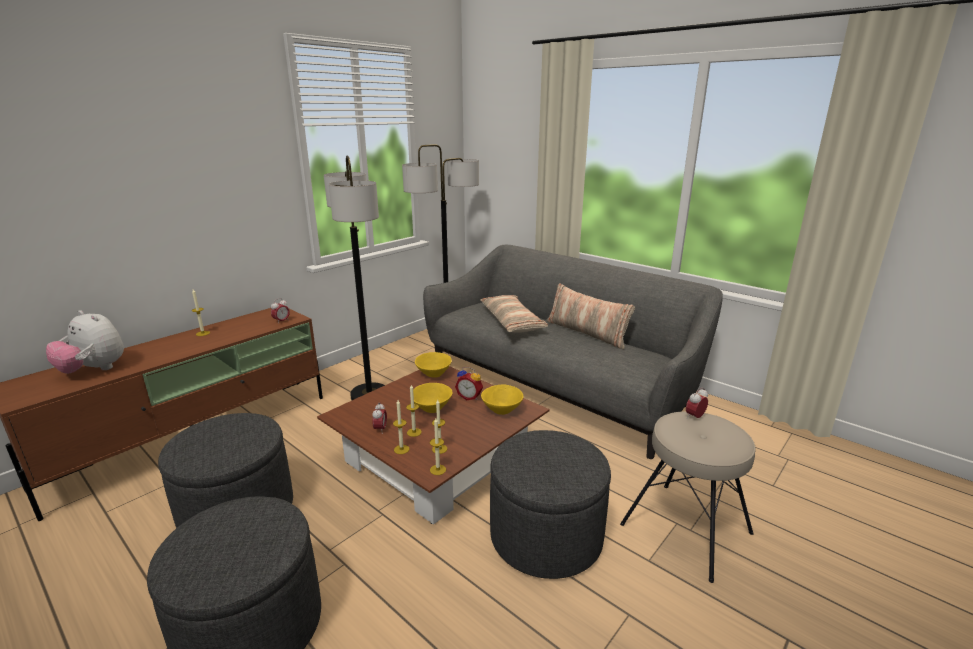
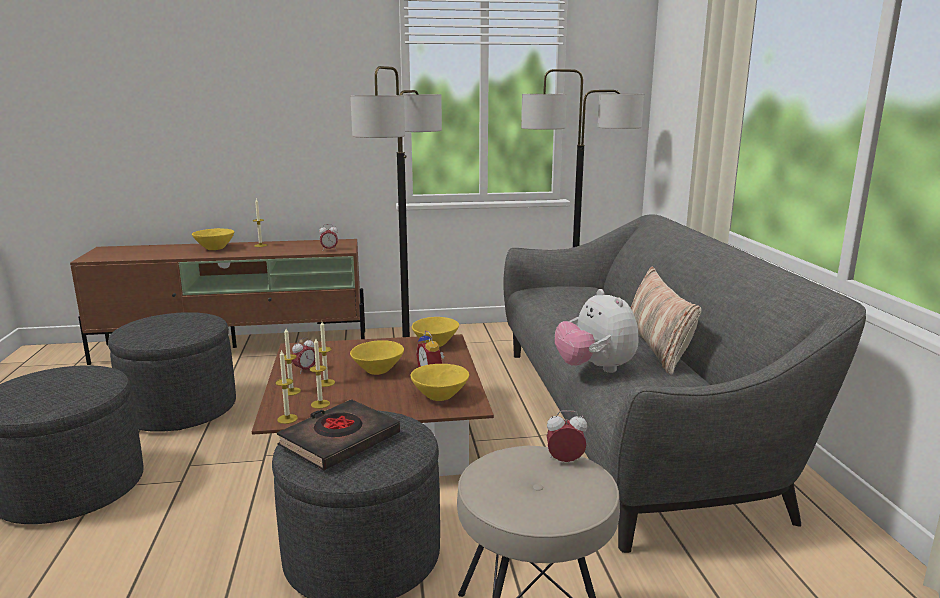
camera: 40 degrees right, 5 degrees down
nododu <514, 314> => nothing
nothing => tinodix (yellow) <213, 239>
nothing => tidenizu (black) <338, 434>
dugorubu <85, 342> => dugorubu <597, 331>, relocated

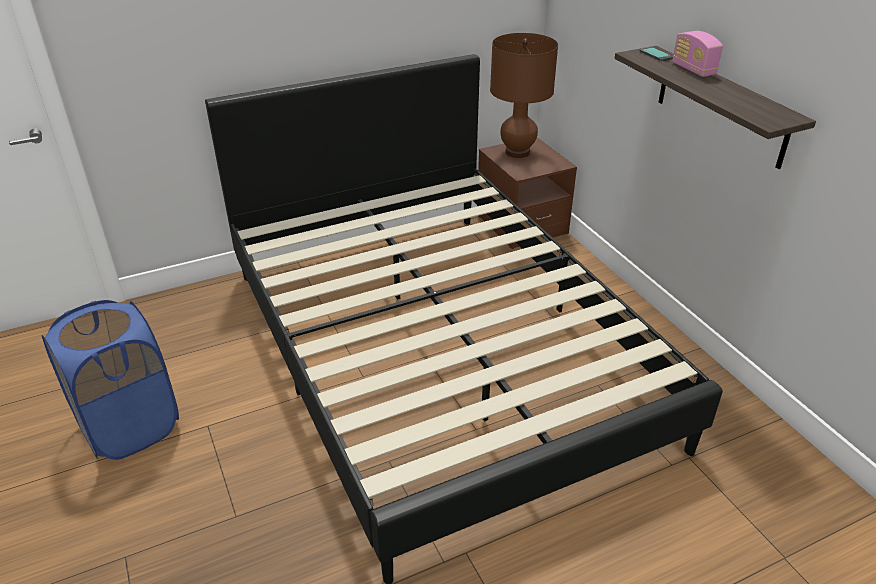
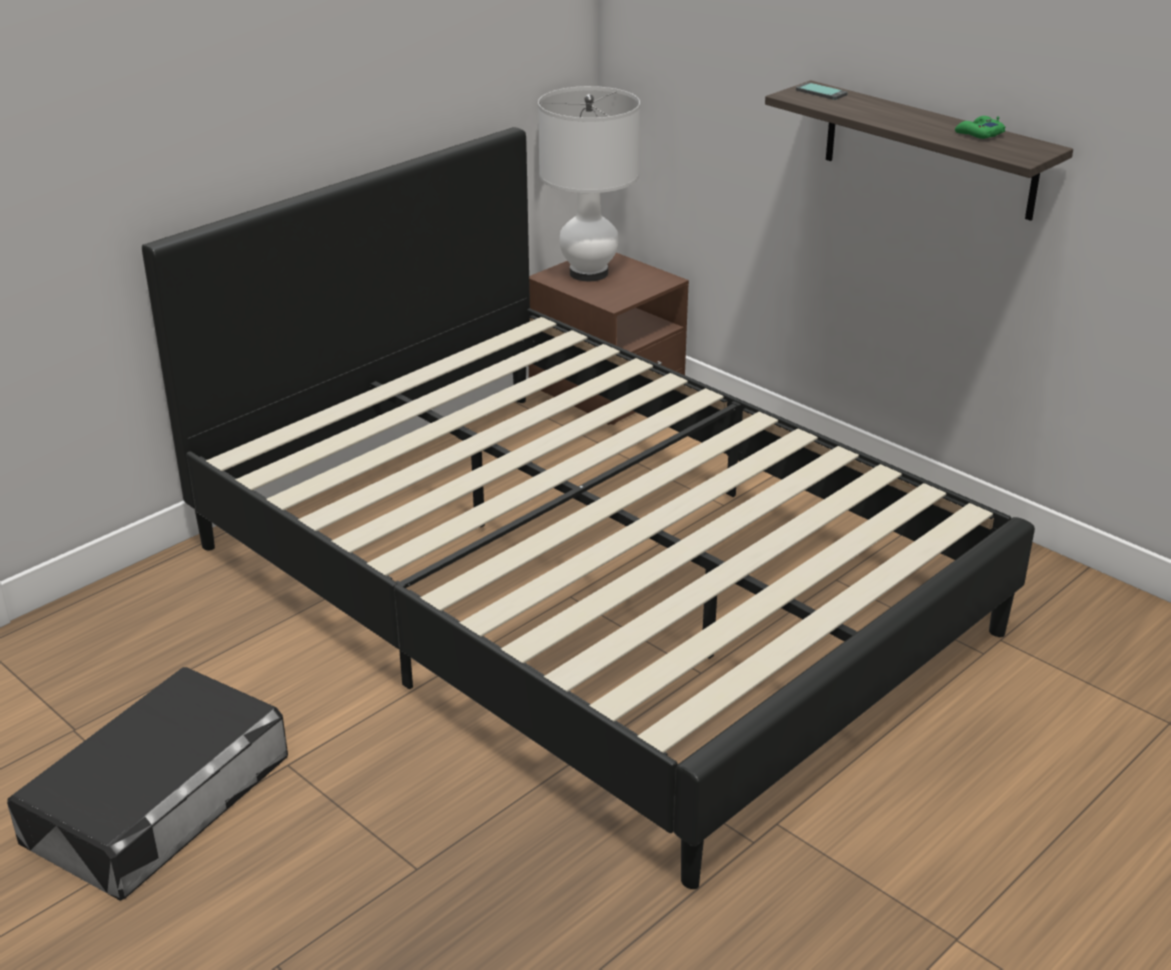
camera: 20 degrees left, 5 degrees down
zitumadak <697, 54> => nothing
nothing => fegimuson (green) <980, 127>
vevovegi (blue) <110, 380> => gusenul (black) <147, 784>
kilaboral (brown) <524, 95> => kilaboral (white) <589, 184>

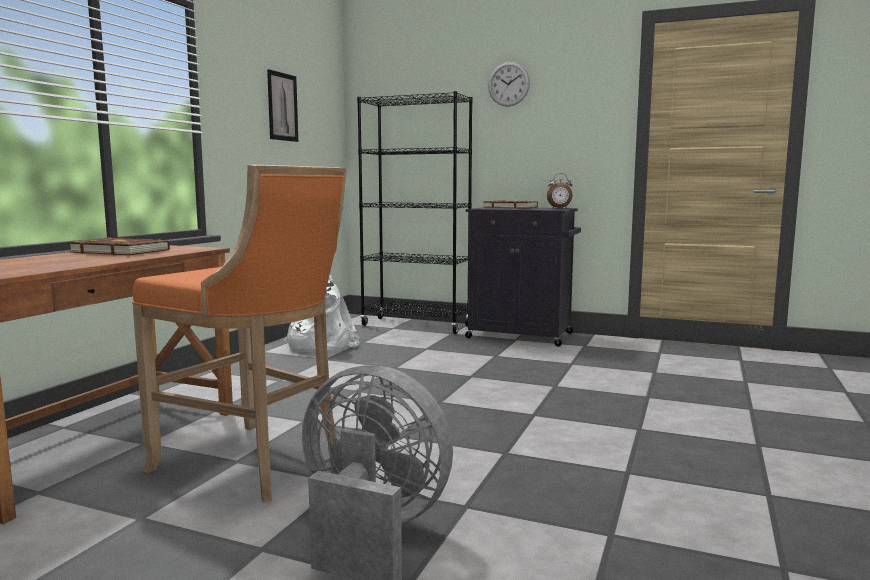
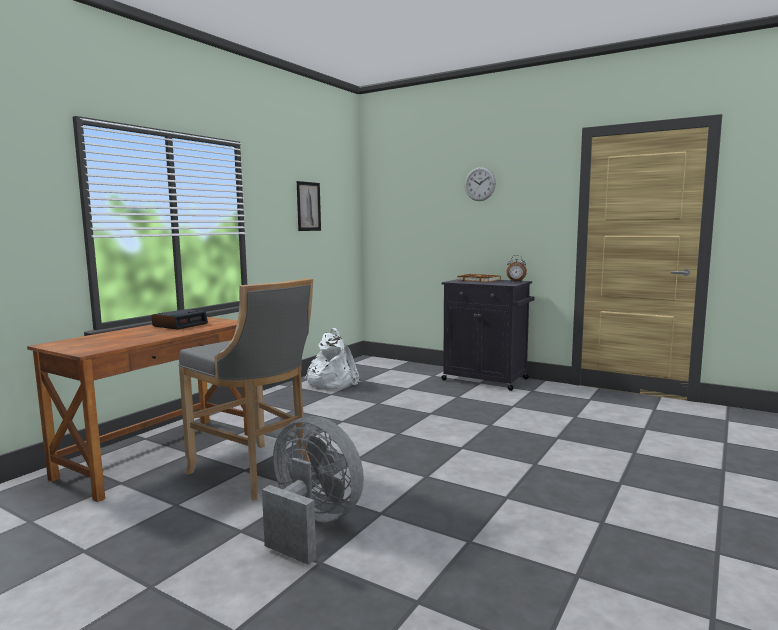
camera: 10 degrees right, 0 degrees up
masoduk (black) <415, 212> => nothing
tidenizu (brown) <119, 246> => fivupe <180, 319>
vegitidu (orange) <239, 334> => vegitidu (grey) <246, 389>

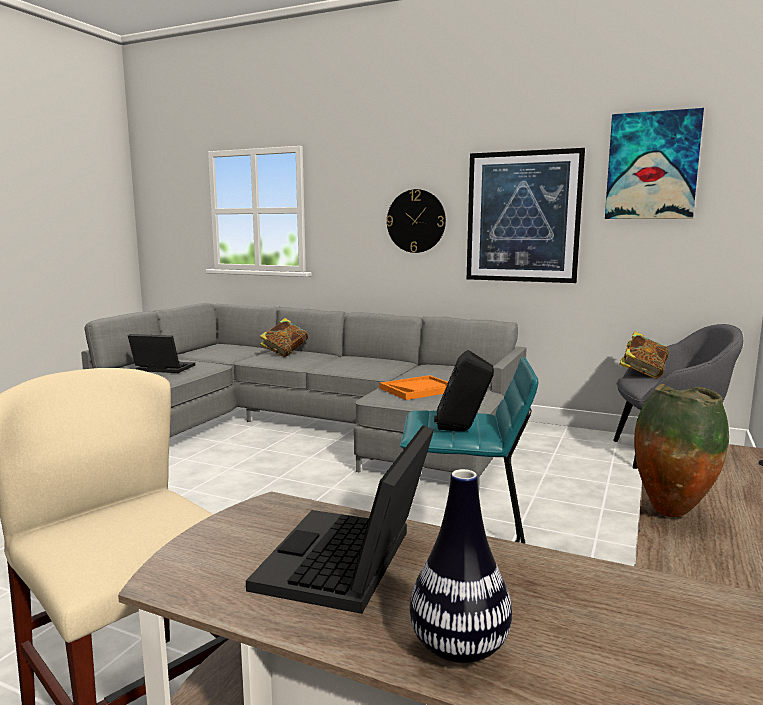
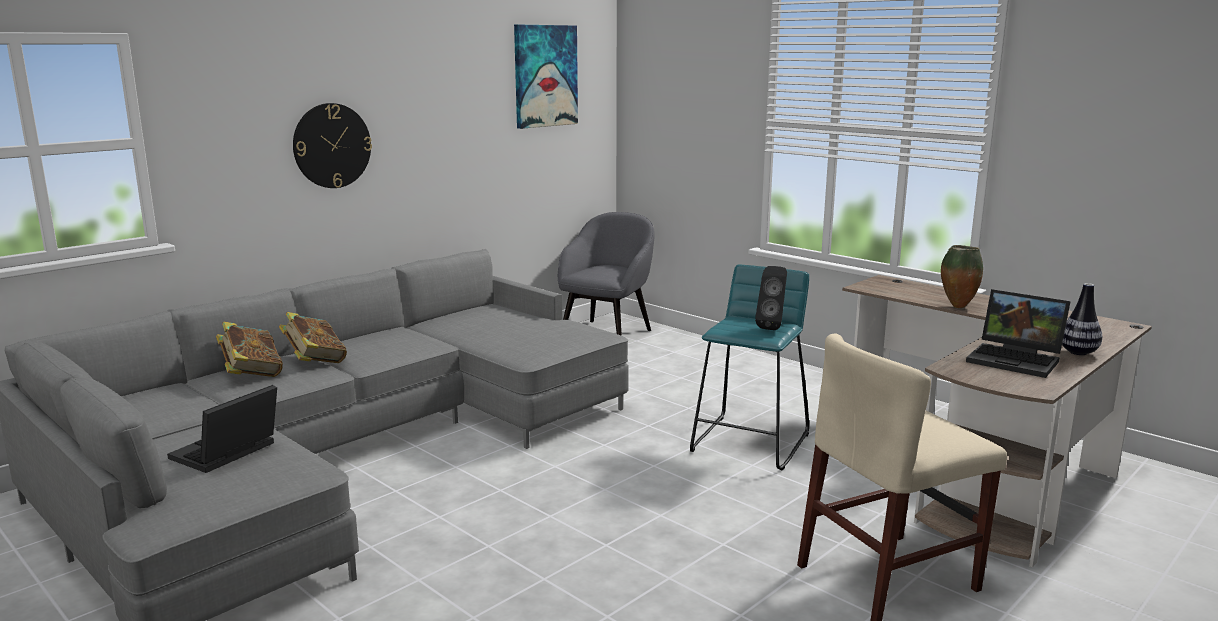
camera: 70 degrees left, 5 degrees up
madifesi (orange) <414, 387> => nothing
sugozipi <526, 215> => nothing
tidenizu <644, 355> => tidenizu <313, 337>, relocated

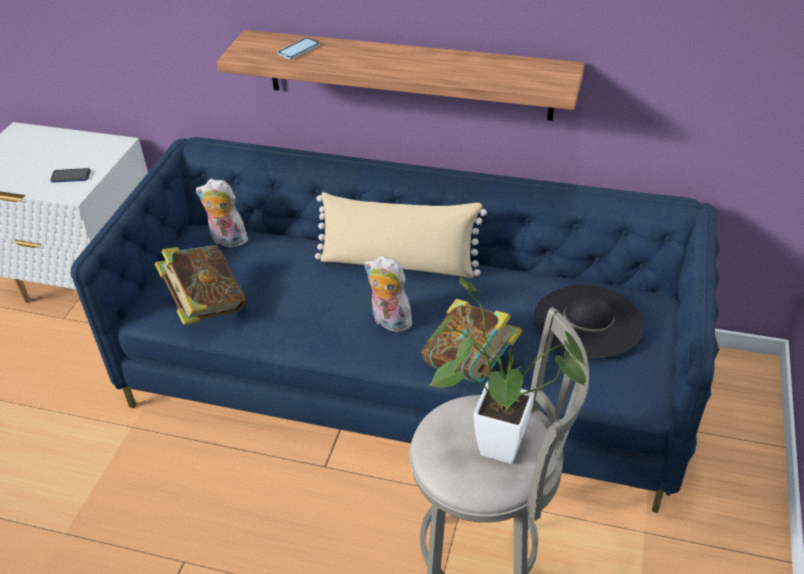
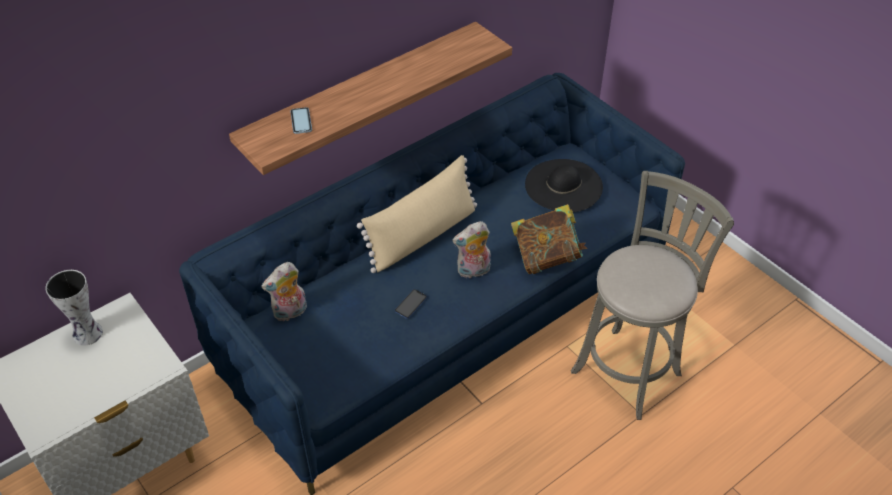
camera: 55 degrees left, 5 degrees up
tidenizu <200, 285> => nothing
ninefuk <506, 370> => nothing
nothing => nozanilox <74, 308>
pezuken <71, 175> => pezuken <411, 304>, relocated

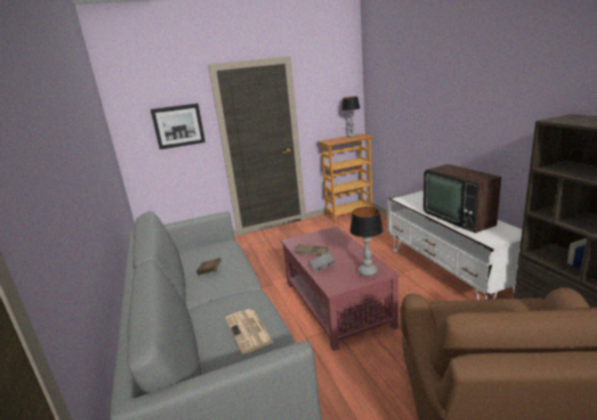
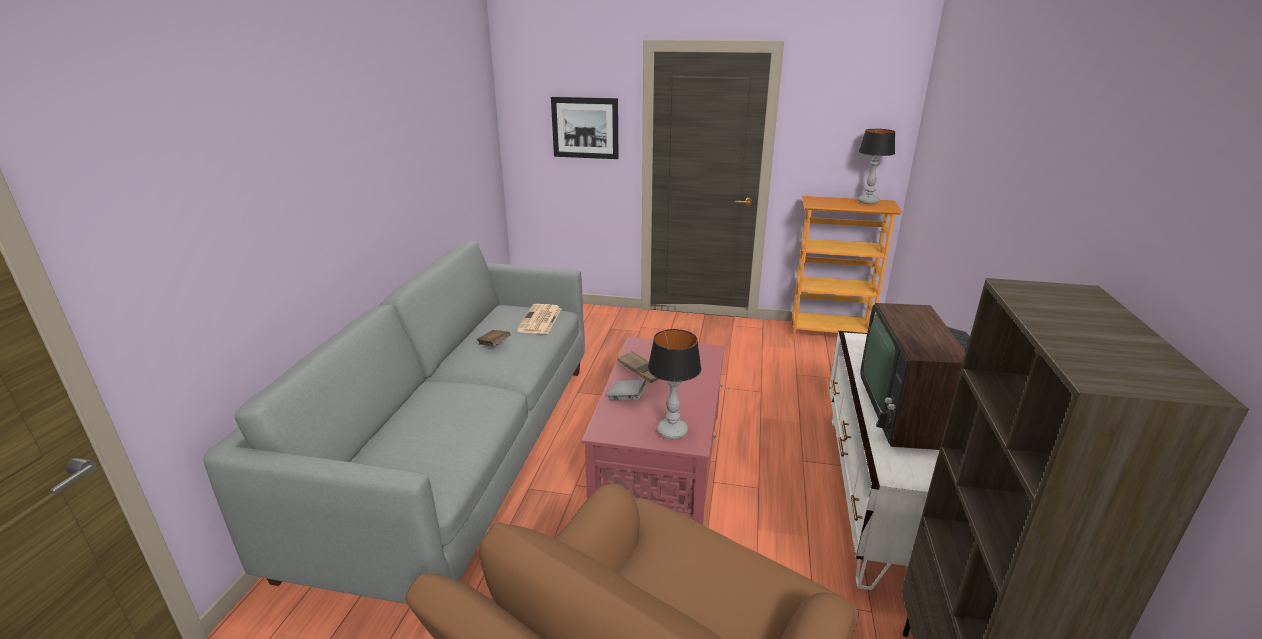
camera: 30 degrees right, 5 degrees up
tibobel <249, 331> => tibobel <539, 319>, relocated

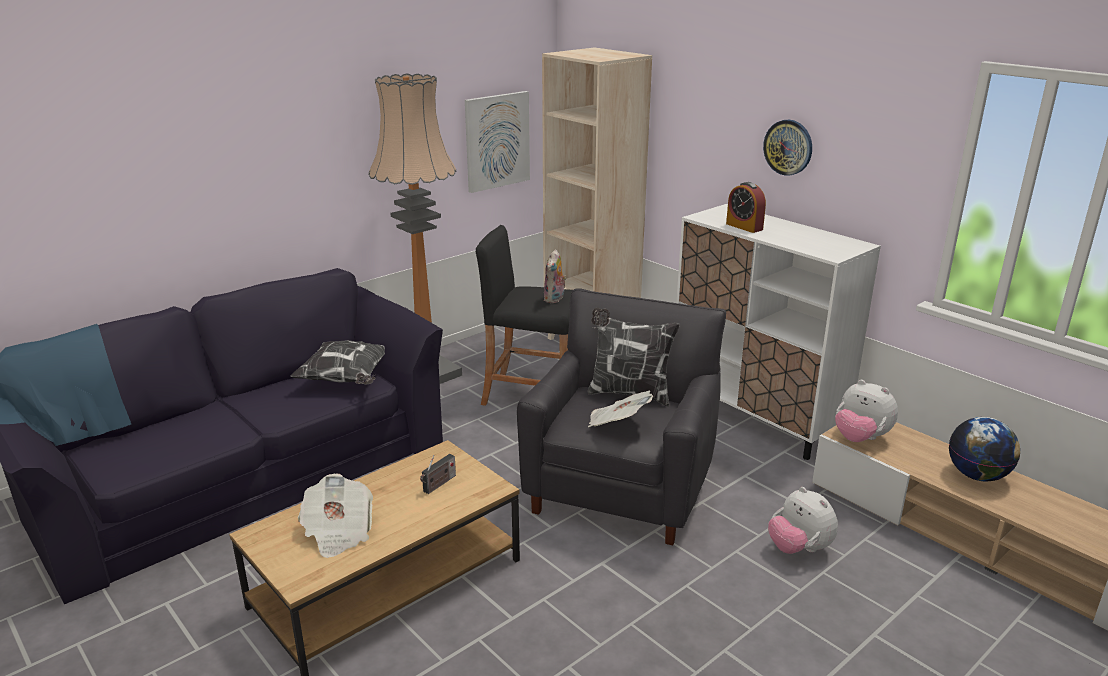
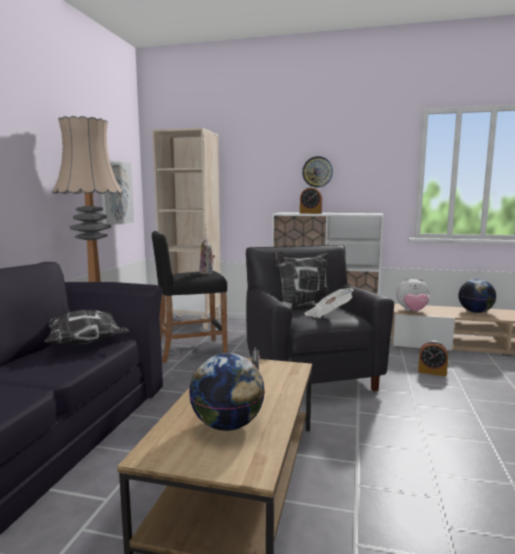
camera: 35 degrees left, 15 degrees down
tibobel <335, 516> => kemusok <226, 392>
dugorubu <803, 520> => fivupe <433, 358>

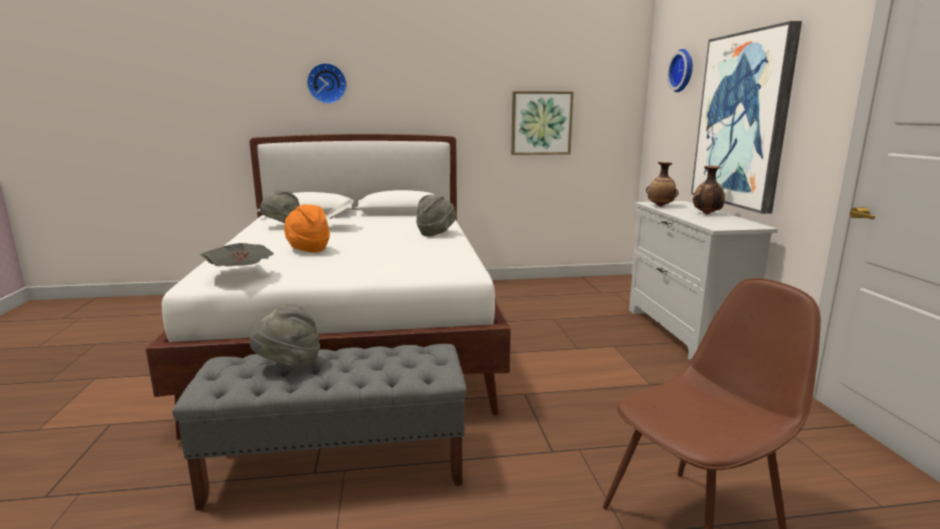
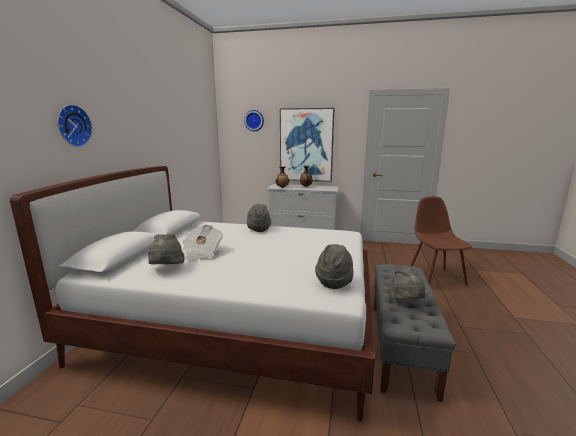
camera: 70 degrees left, 0 degrees up
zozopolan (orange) <307, 228> => nothing
sugozipi <542, 123> => nothing
tibobel <237, 254> => zozopolan (grey) <334, 266>

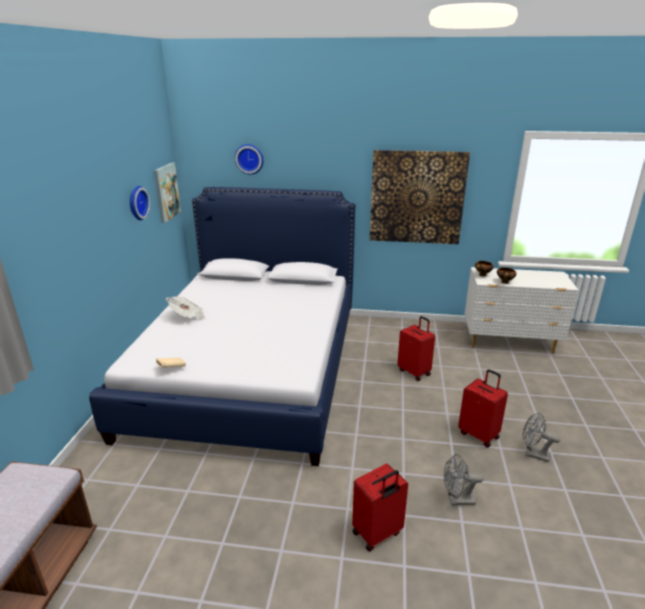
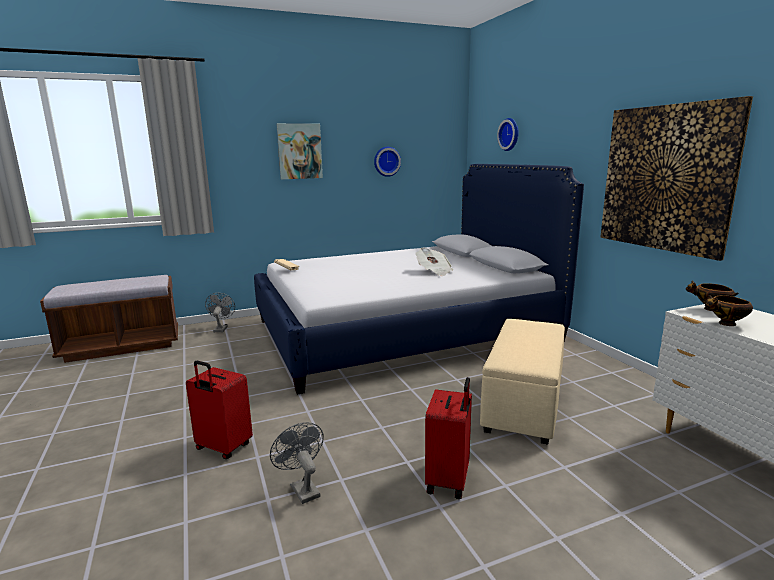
camera: 60 degrees right, 10 degrees down
sugozipi <167, 193> => sugozipi <299, 151>, relocated
tibobel <185, 307> => tibobel <434, 262>, relocated
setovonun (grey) <541, 437> => setovonun (grey) <220, 312>, relocated
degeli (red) <416, 348> => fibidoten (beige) <522, 382>

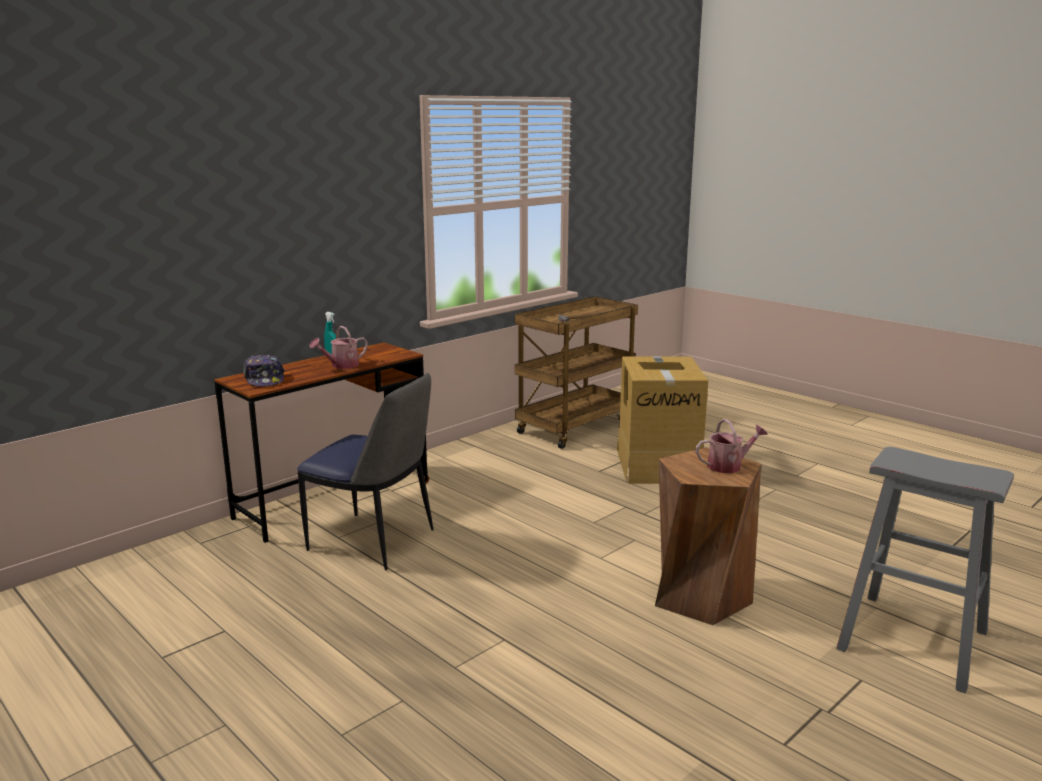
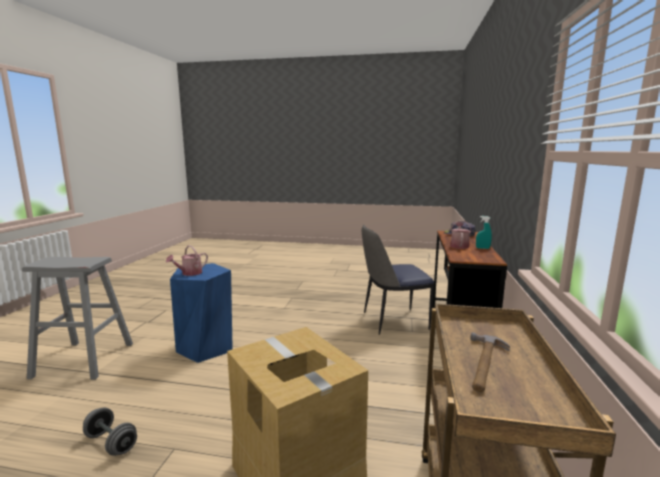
camera: 145 degrees right, 5 degrees down
nothing => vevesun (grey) <110, 431>
vegitidu (brown) <708, 536> => vegitidu (blue) <201, 313>

